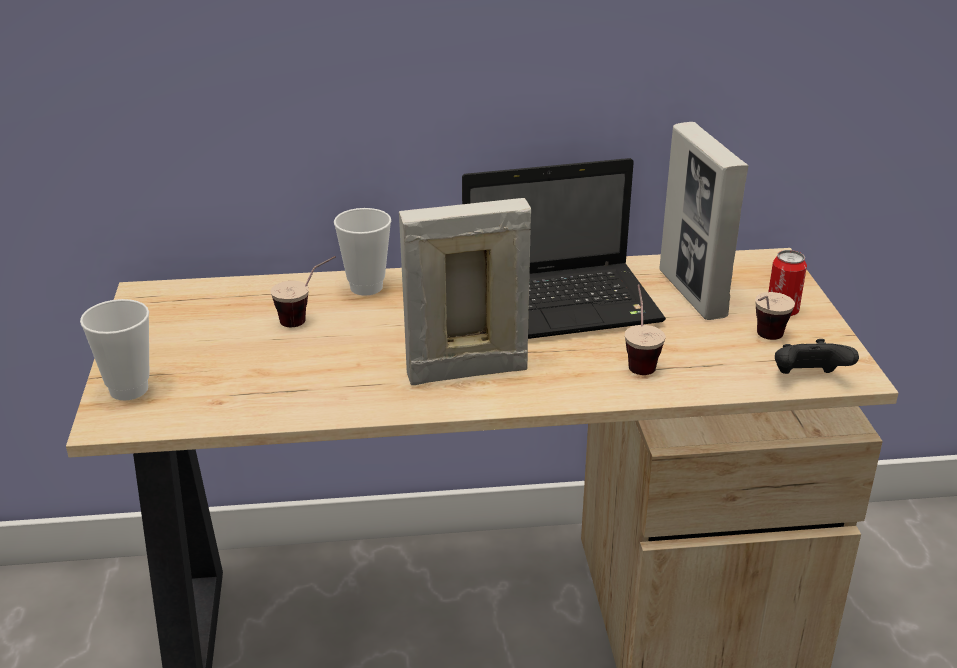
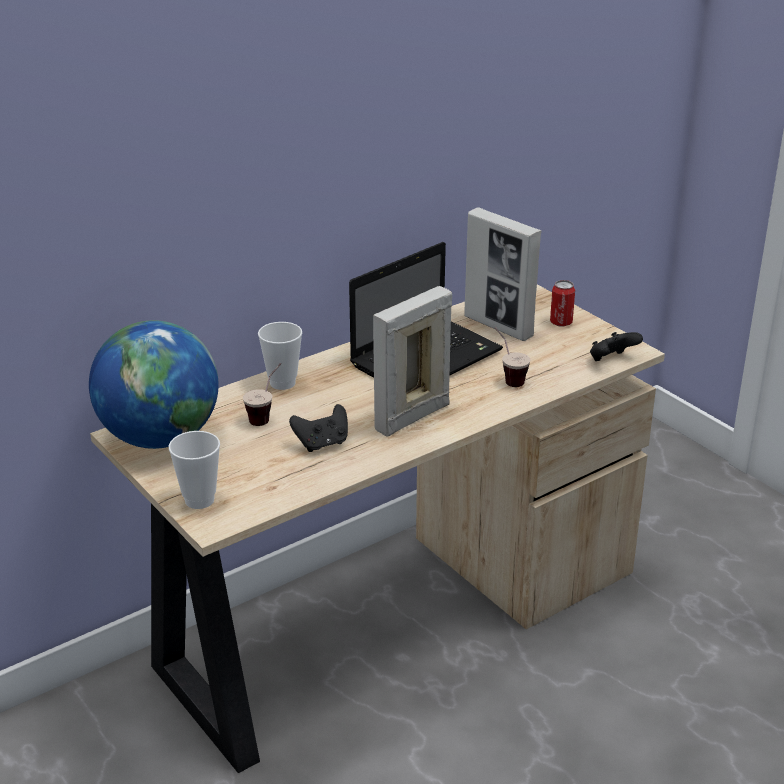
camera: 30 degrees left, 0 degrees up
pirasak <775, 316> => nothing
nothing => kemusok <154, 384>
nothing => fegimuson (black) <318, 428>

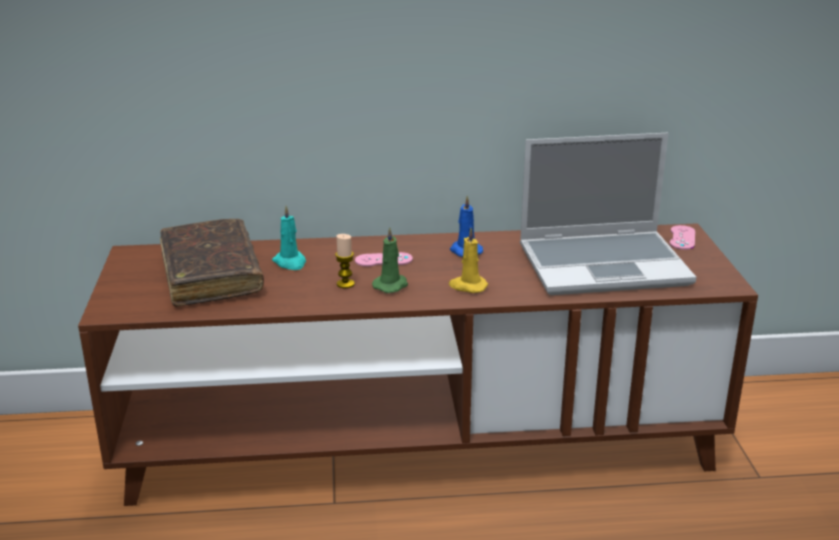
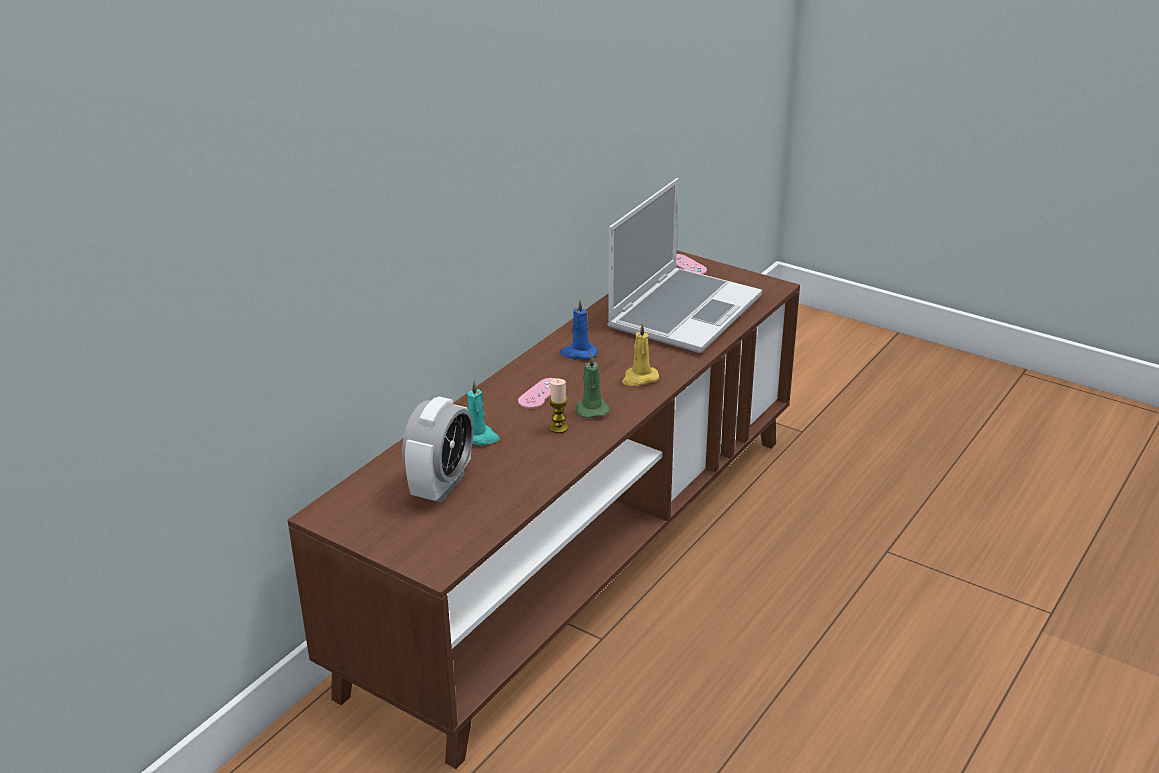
camera: 50 degrees left, 5 degrees up
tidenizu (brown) <212, 263> => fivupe <438, 450>

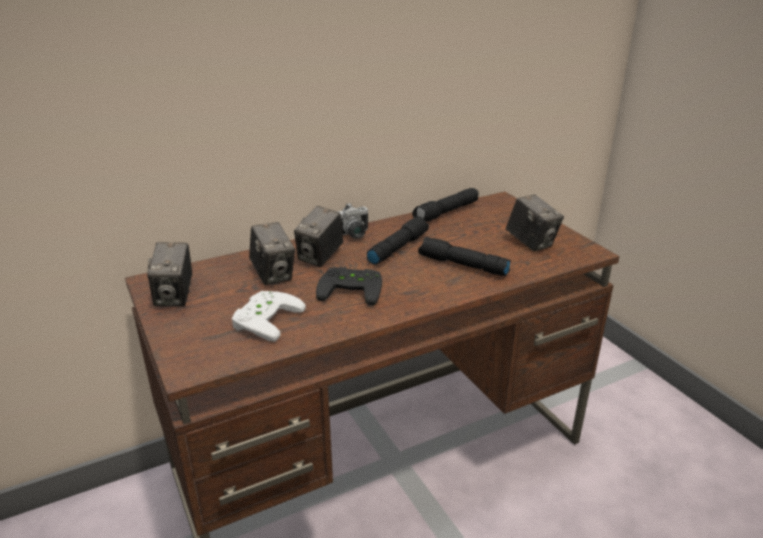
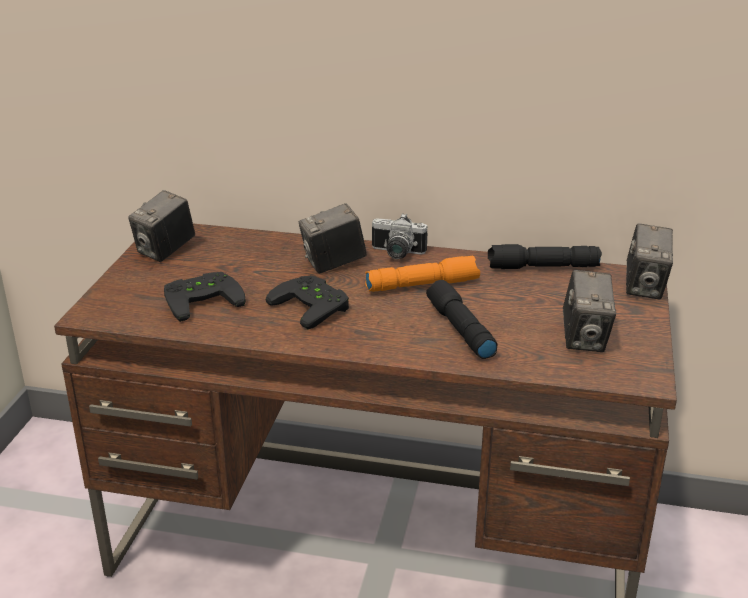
camera: 40 degrees right, 0 degrees up
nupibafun <272, 253> => nupibafun <649, 261>, relocated
fegimuson (white) <269, 316> => fegimuson (black) <205, 297>
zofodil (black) <398, 240> => zofodil (orange) <422, 274>

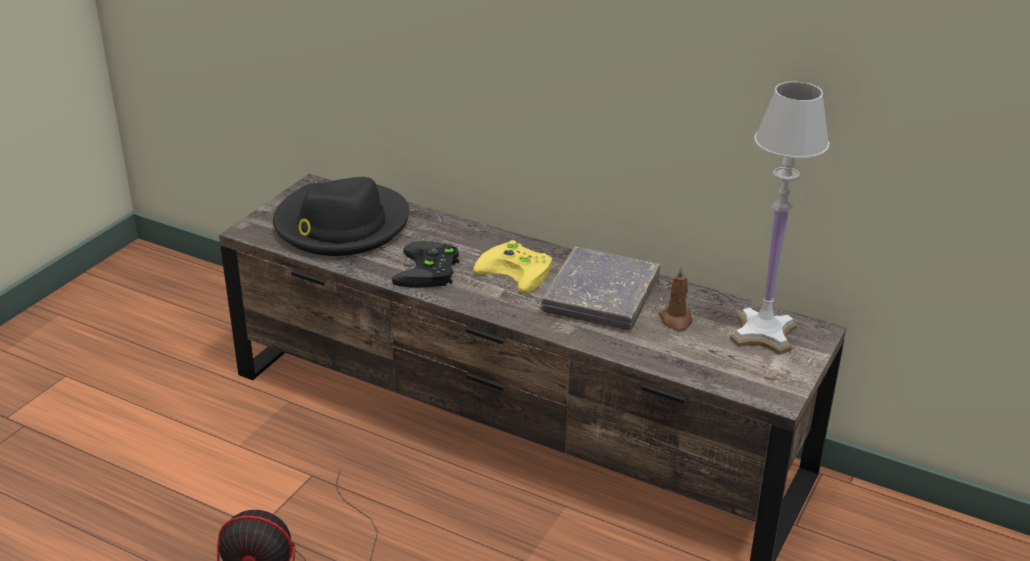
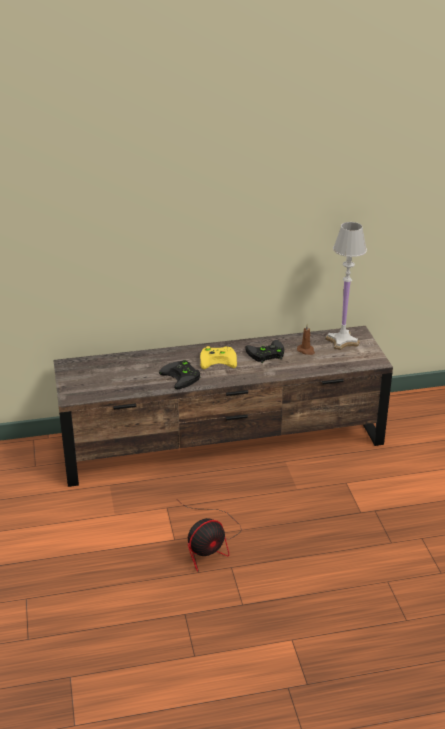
camera: 40 degrees left, 0 degrees up
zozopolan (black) <341, 216> => nothing
tidenizu (grey) <600, 288> => fegimuson (black) <264, 351>

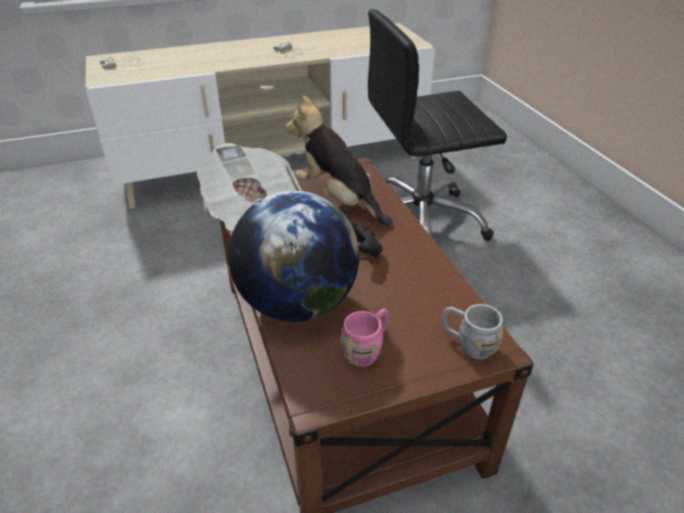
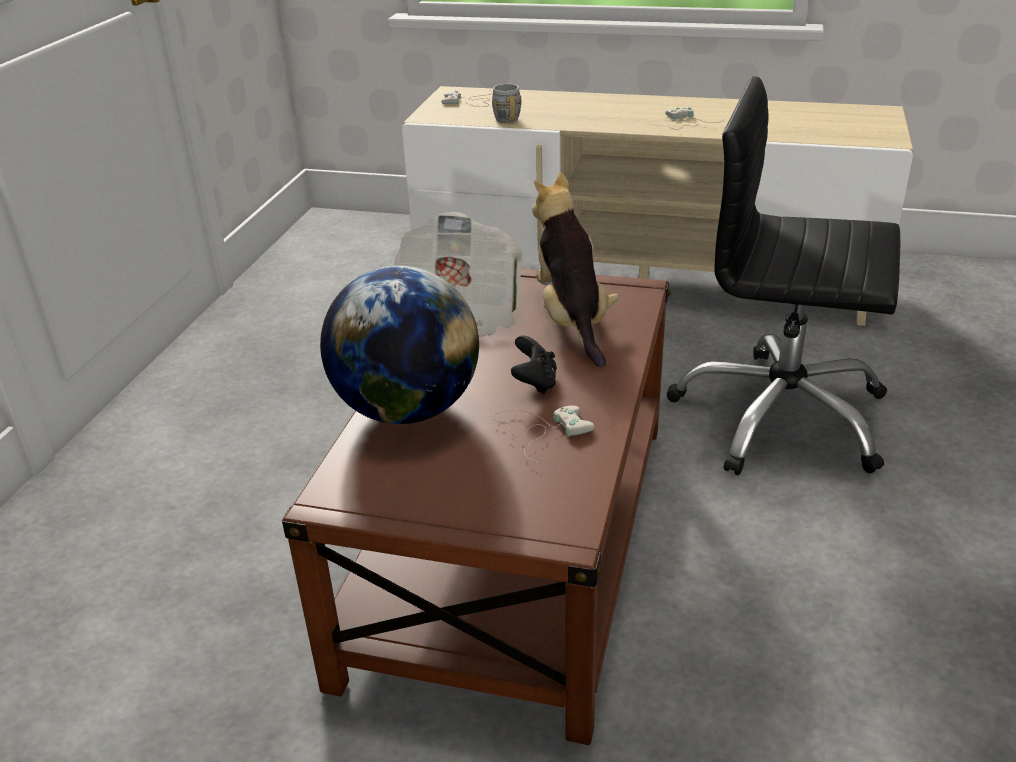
camera: 35 degrees right, 5 degrees down
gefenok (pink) <365, 338> => nothing
nothing => fegimuson (white) <543, 435>
gefenok (grey) <472, 332> => gefenok (grey) <507, 103>, relocated

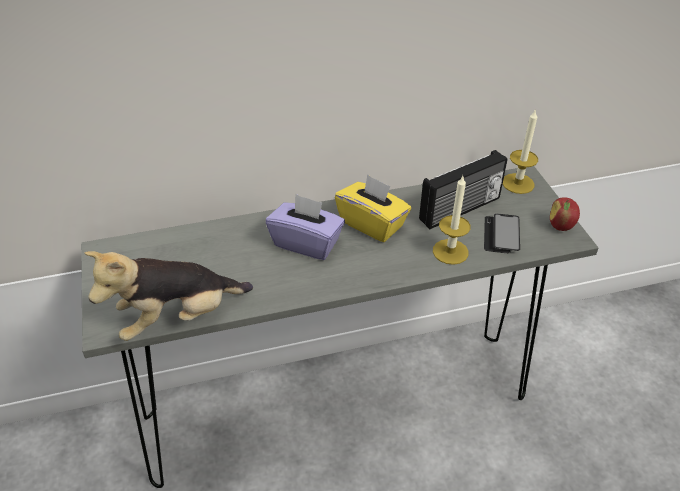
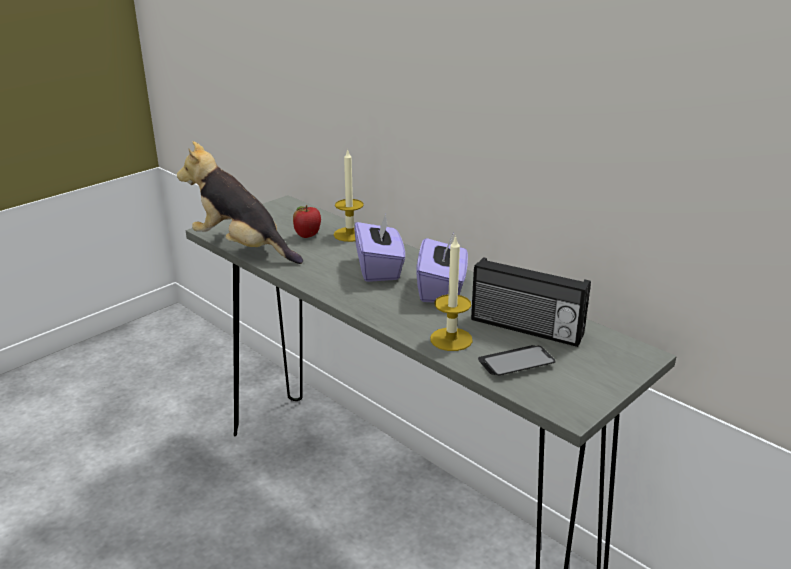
camera: 60 degrees right, 15 degrees down
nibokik <520, 151> => nibokik <349, 195>, relocated
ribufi <565, 214> => ribufi <307, 221>, relocated
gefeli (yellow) <373, 208> => gefeli (purple) <442, 270>

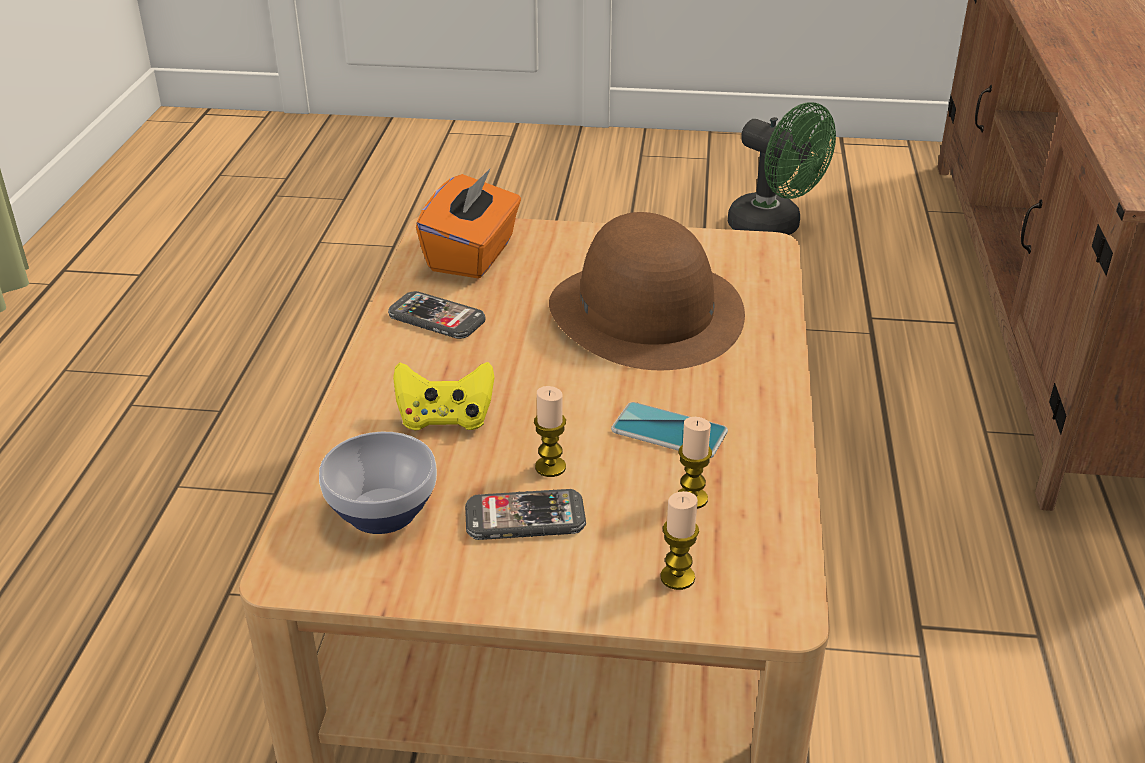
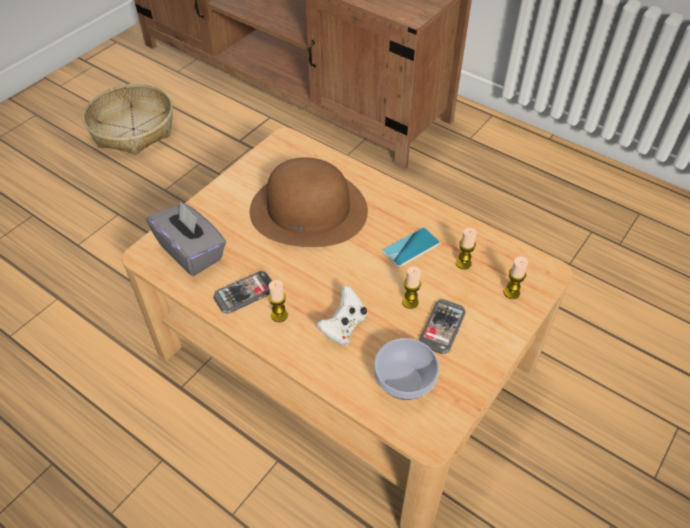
camera: 60 degrees left, 15 degrees up
nothing => nibokik <278, 301>
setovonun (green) <782, 168> => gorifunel <128, 119>
fegimuson (yellow) <443, 396> => fegimuson (white) <341, 315>
gefeli (orange) <468, 223> => gefeli (grey) <186, 238>

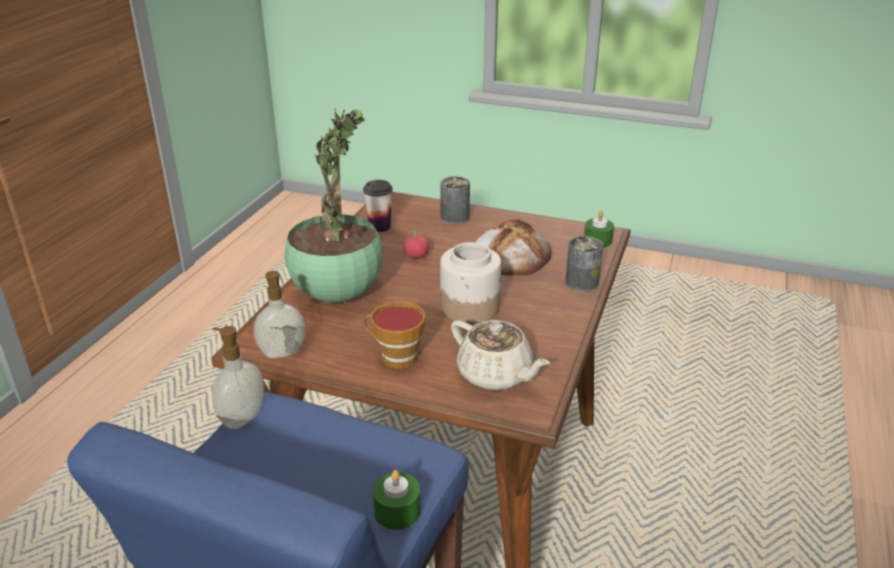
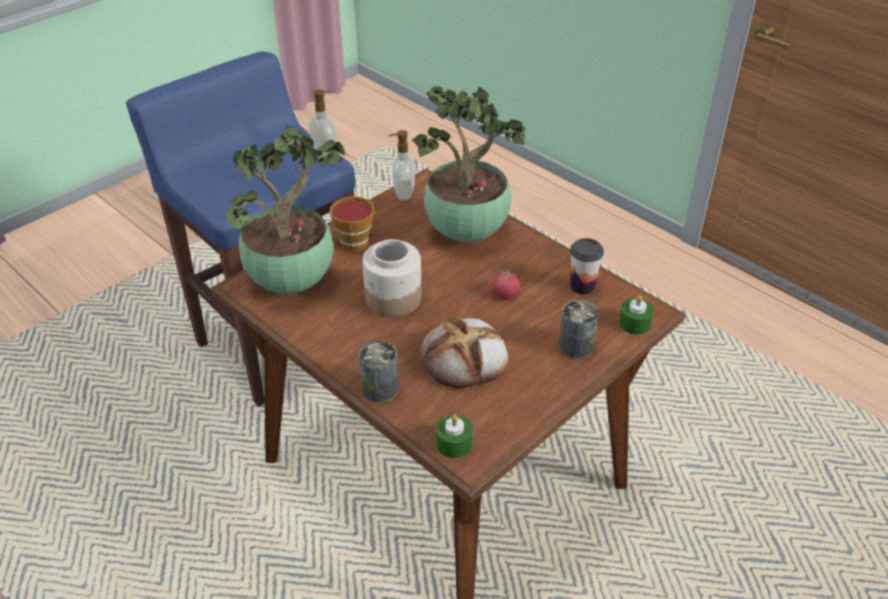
camera: 115 degrees right, 10 degrees up
nibokik (green) <396, 500> => nibokik (green) <636, 315>, relocated
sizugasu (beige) <500, 355> => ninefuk <285, 210>

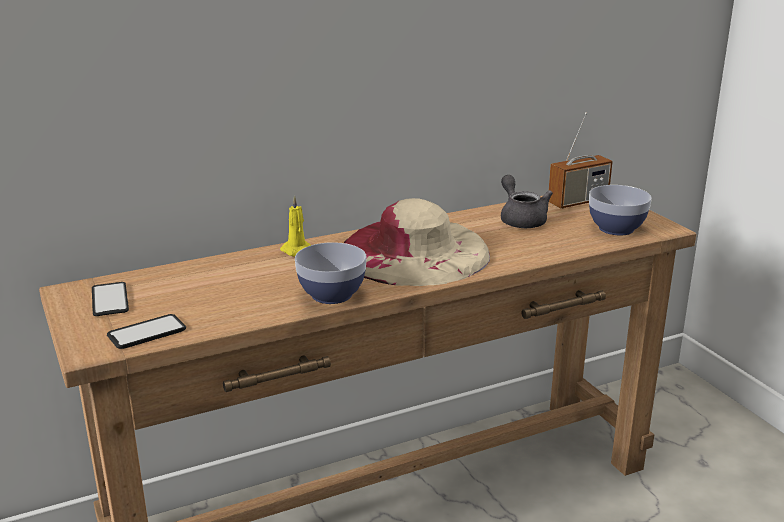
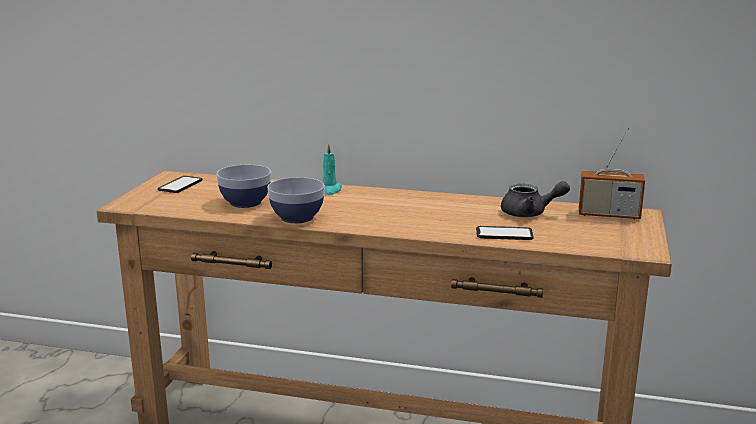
camera: 40 degrees right, 5 degrees down
zozopolan (beige) <417, 242> => nothing
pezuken <146, 331> => pezuken <505, 233>, relocated
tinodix <620, 210> => tinodix <243, 186>, relocated
nibokik (yellow) <295, 226> => nibokik (turquoise) <332, 169>
sizugasu (grey) <527, 201> => sizugasu (grey) <535, 199>, 75 degrees clockwise

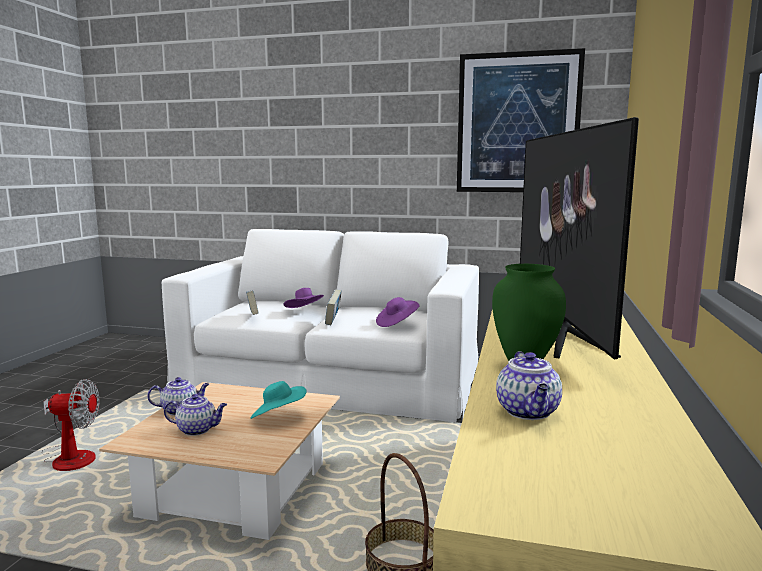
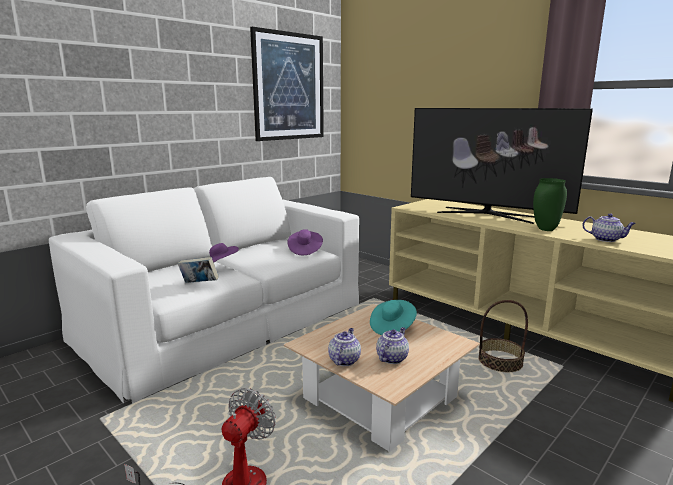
camera: 60 degrees left, 5 degrees up
tidenizu <333, 307> => nothing

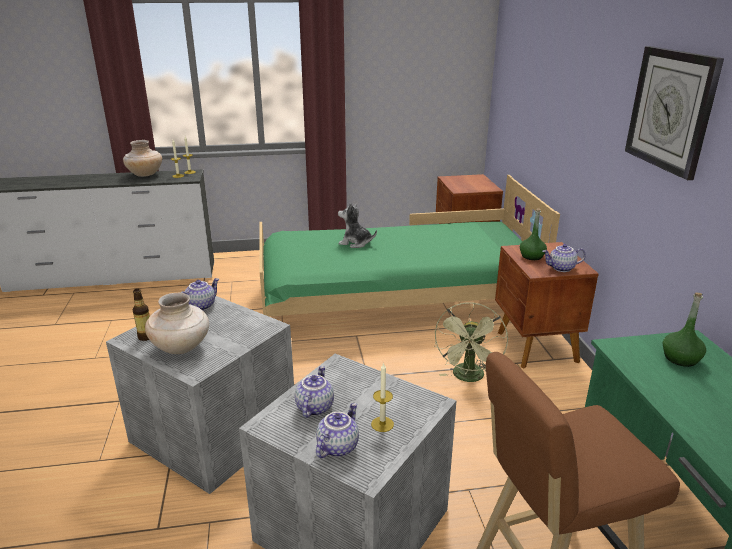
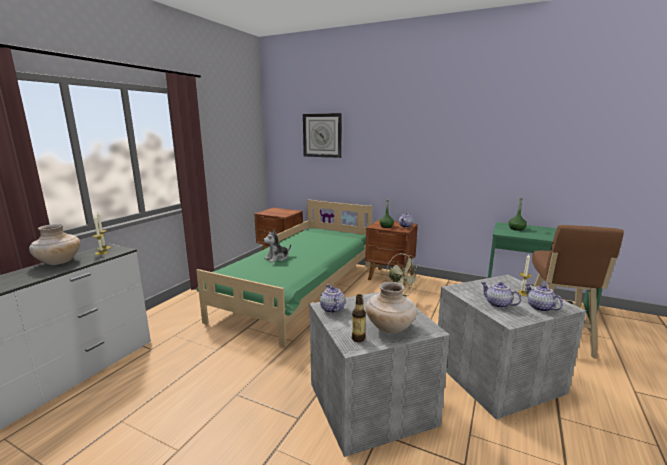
camera: 55 degrees left, 10 degrees down
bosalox <674, 113> => bosalox <322, 135>, relocated

